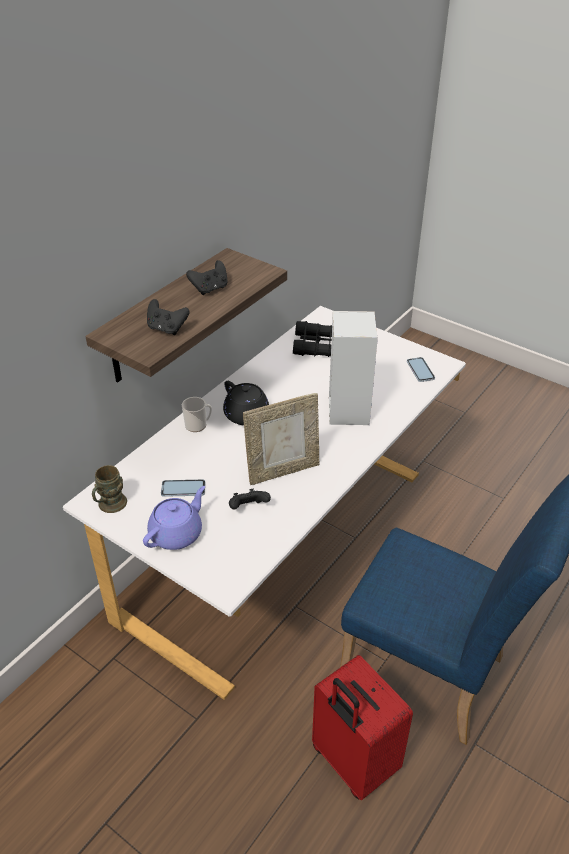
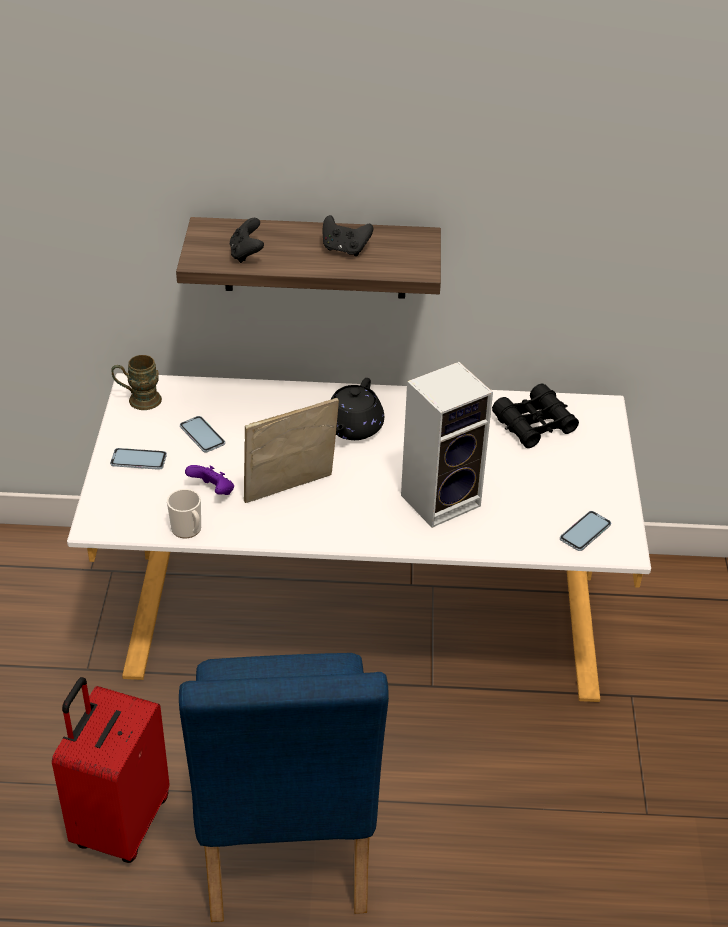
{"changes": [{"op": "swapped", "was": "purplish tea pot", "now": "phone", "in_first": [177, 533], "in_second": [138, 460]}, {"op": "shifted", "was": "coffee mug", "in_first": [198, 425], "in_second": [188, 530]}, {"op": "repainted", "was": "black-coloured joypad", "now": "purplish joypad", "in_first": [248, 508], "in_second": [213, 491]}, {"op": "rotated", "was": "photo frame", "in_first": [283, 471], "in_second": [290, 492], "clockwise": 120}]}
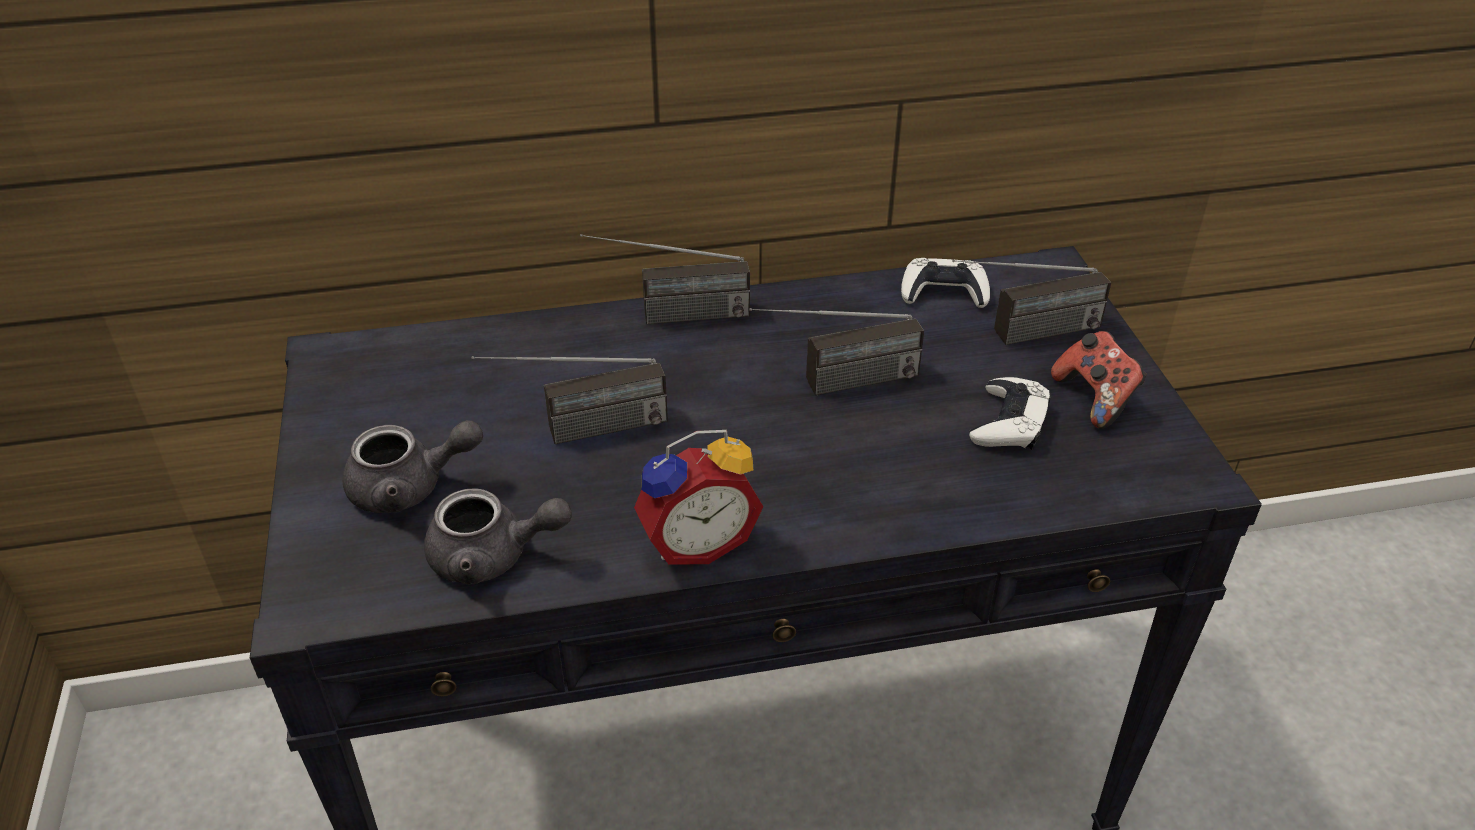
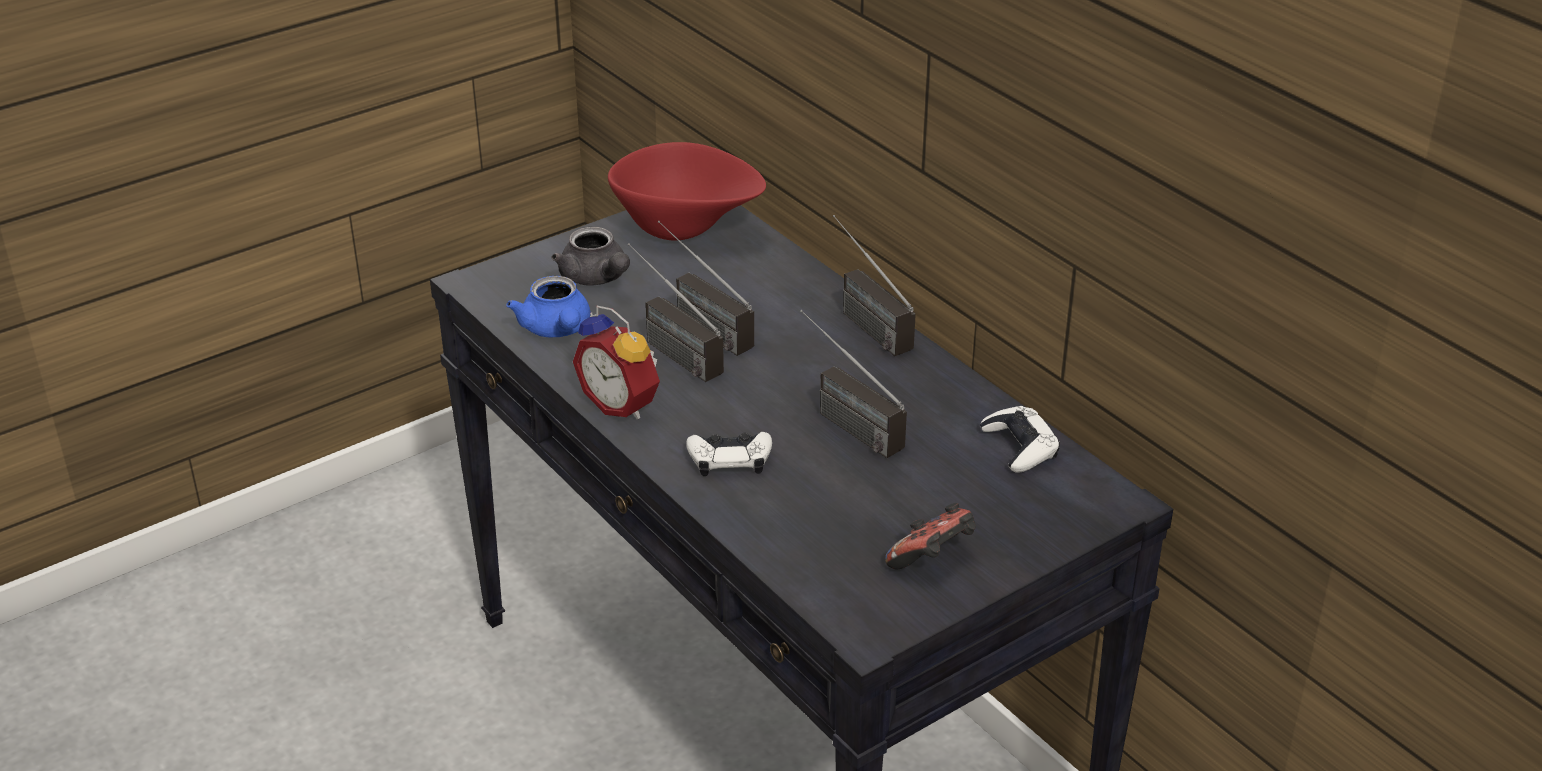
{"changes": [{"op": "repainted", "was": "grey tea pot", "now": "blue-coloured tea pot", "in_first": [493, 556], "in_second": [557, 330]}, {"op": "shifted", "was": "radio receiver", "in_first": [1022, 335], "in_second": [666, 347]}, {"op": "shifted", "was": "whitish joypad", "in_first": [1009, 422], "in_second": [730, 458]}, {"op": "new", "now": "reddish bowl", "in_second": [687, 228]}]}
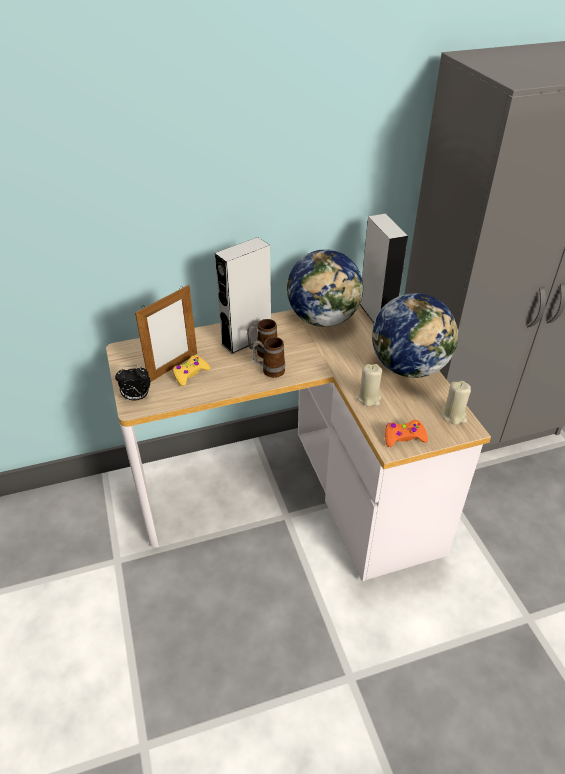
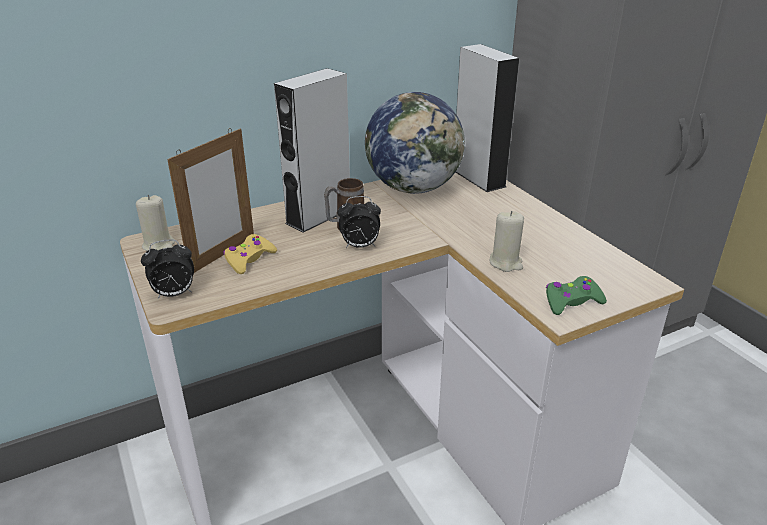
{"changes": [{"op": "swapped", "was": "coffee mug", "now": "alarm clock", "in_first": [269, 371], "in_second": [359, 246]}, {"op": "gone", "was": "globe", "in_first": [409, 367]}, {"op": "repainted", "was": "orange joypad", "now": "green-coloured joypad", "in_first": [404, 437], "in_second": [571, 302]}, {"op": "shifted", "was": "beige-coloured wax light", "in_first": [454, 415], "in_second": [159, 245]}]}
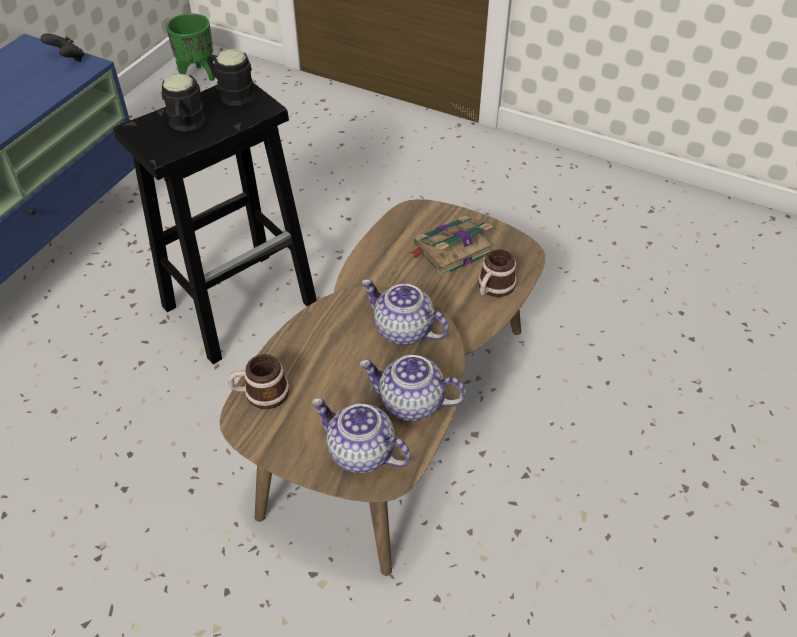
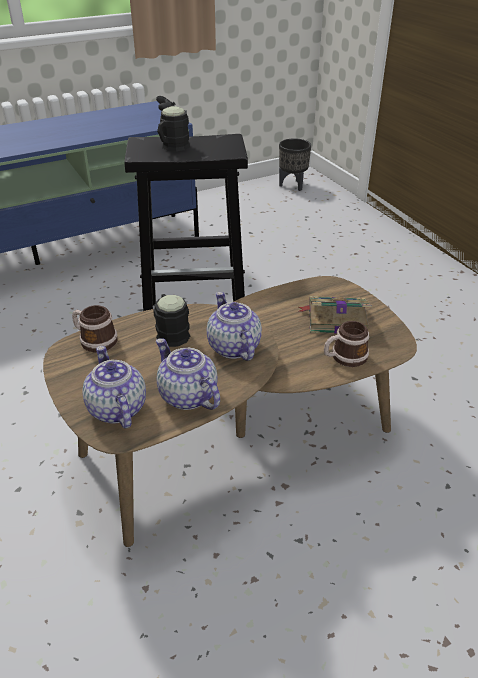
{"changes": [{"op": "repainted", "was": "green-coloured planter", "now": "black-coloured planter", "in_first": [198, 75], "in_second": [293, 185]}, {"op": "shifted", "was": "black-coloured coffee mug", "in_first": [231, 93], "in_second": [171, 332]}]}
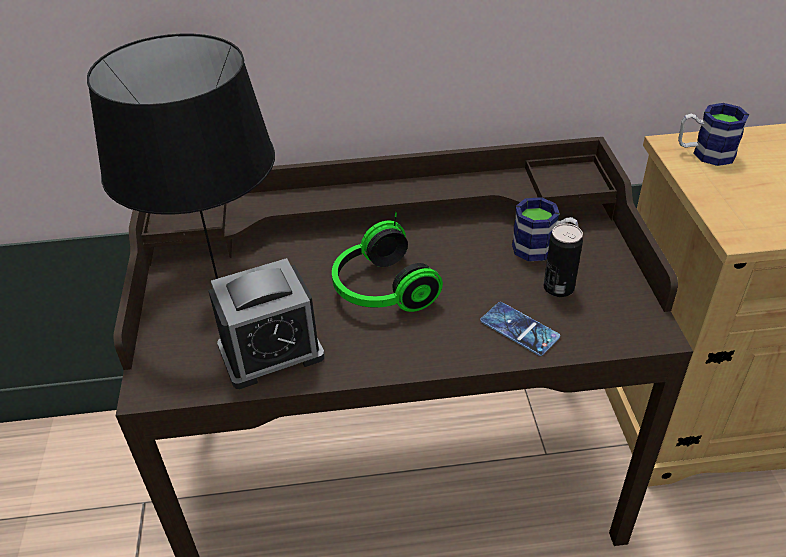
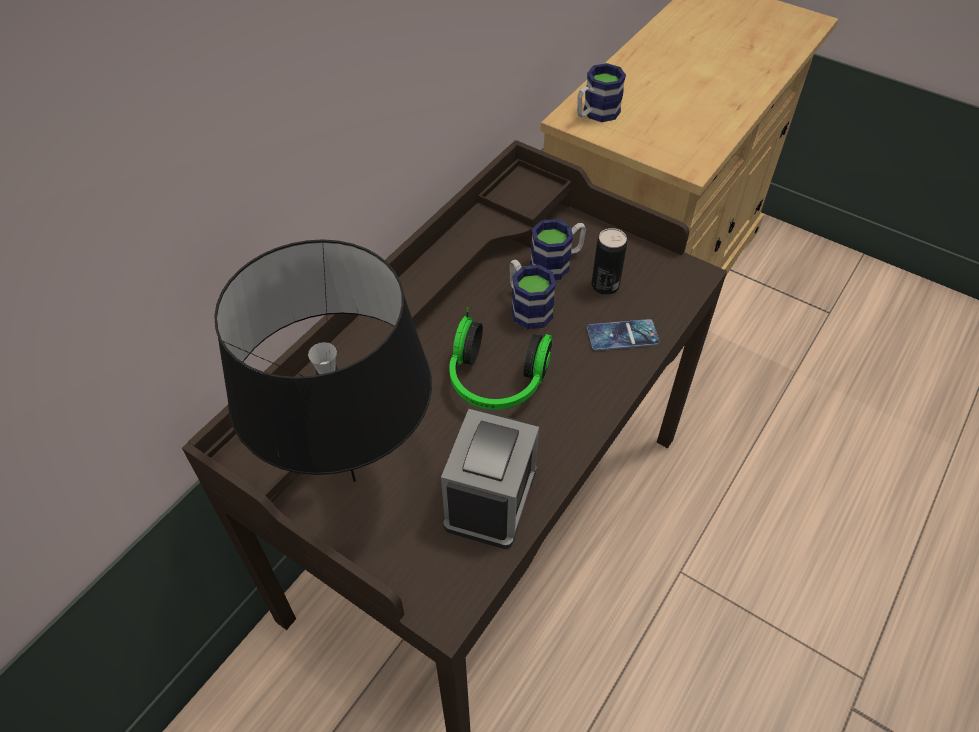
{"changes": [{"op": "new", "now": "coffee mug", "in_second": [527, 307]}]}
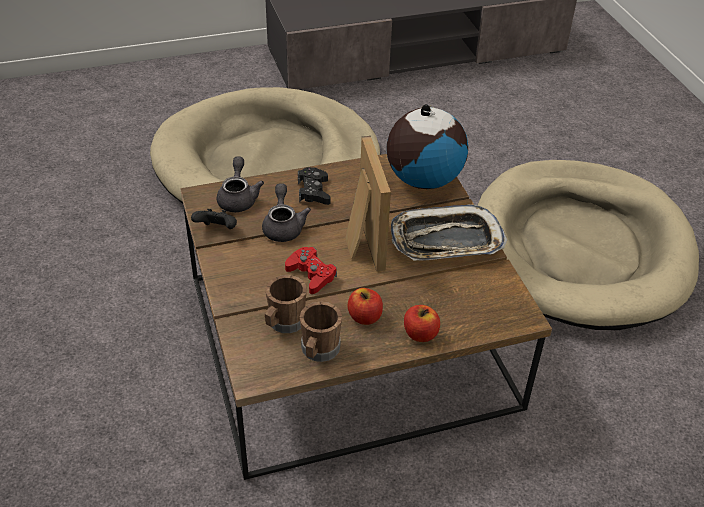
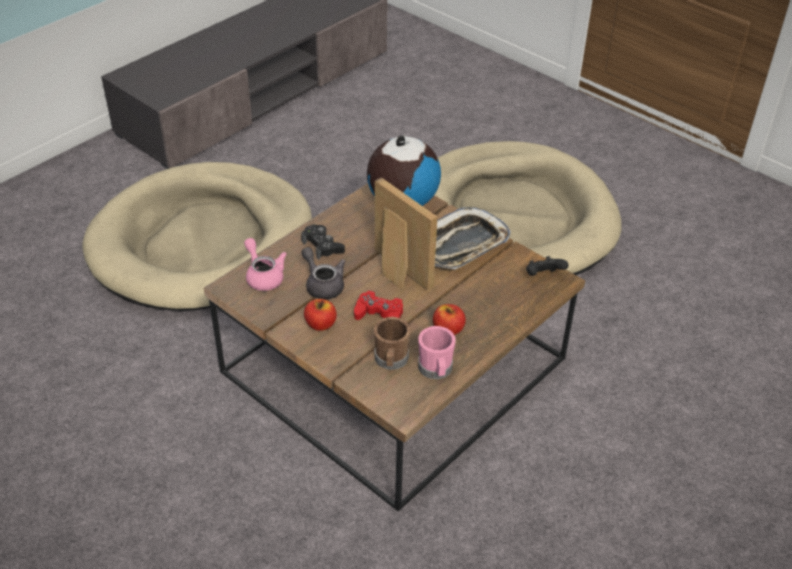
{"changes": [{"op": "shifted", "was": "black-coloured joypad", "in_first": [217, 230], "in_second": [543, 276]}, {"op": "repainted", "was": "grey tea pot", "now": "pinkish tea pot", "in_first": [238, 198], "in_second": [263, 276]}, {"op": "repainted", "was": "brownish coffee mug", "now": "pinkish coffee mug", "in_first": [319, 351], "in_second": [436, 370]}, {"op": "shifted", "was": "whole apple", "in_first": [420, 334], "in_second": [320, 324]}]}
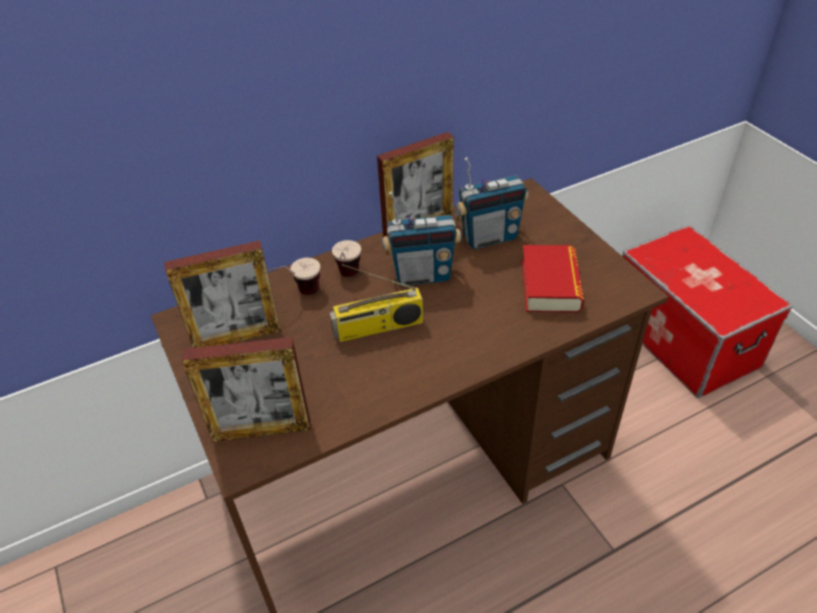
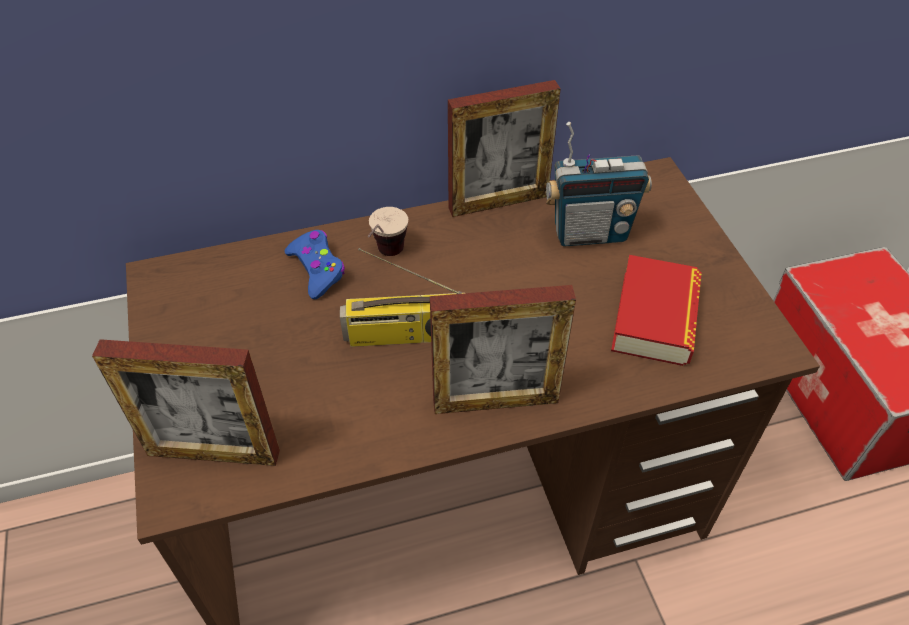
{"changes": [{"op": "shifted", "was": "photo frame", "in_first": [237, 337], "in_second": [495, 401]}, {"op": "swapped", "was": "drinking cup", "now": "blue-coloured joypad", "in_first": [299, 294], "in_second": [317, 269]}, {"op": "gone", "was": "radio receiver", "in_first": [422, 275]}]}
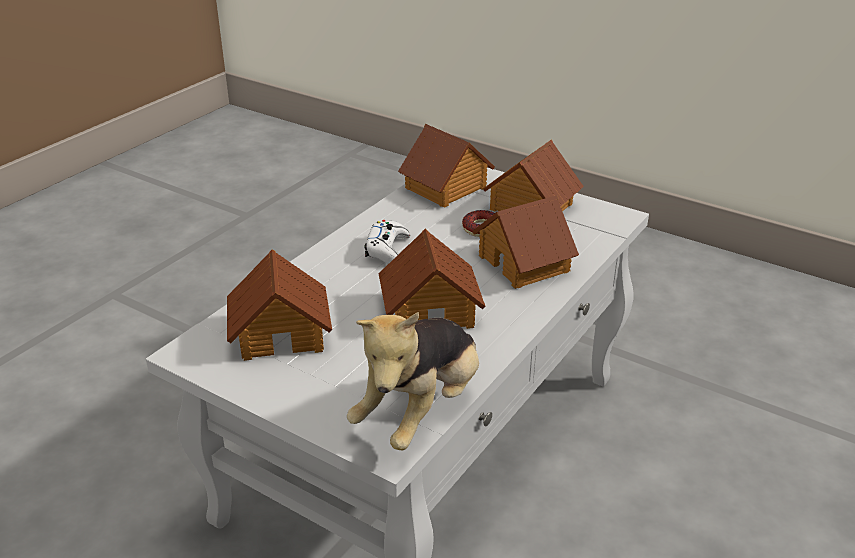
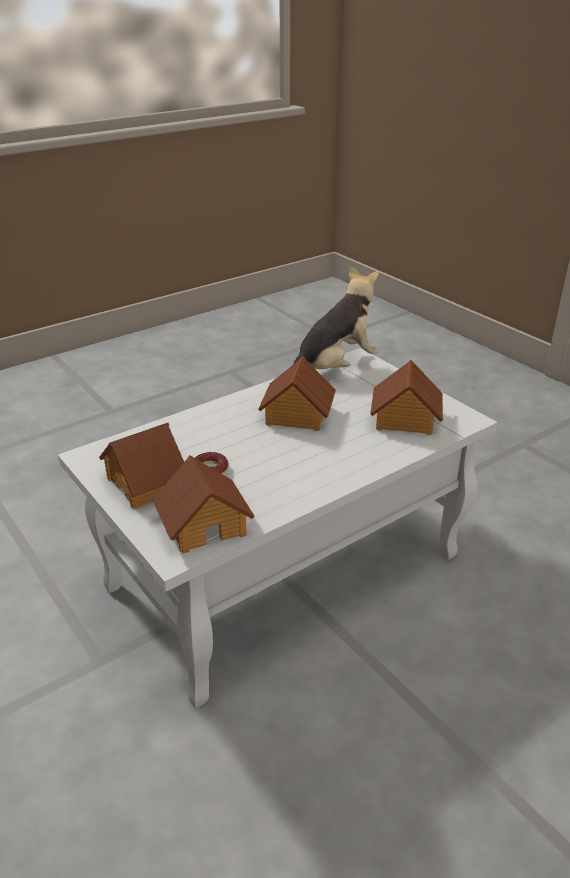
{"changes": [{"op": "gone", "was": "whitish joypad", "in_first": [387, 250]}, {"op": "gone", "was": "miniature house", "in_first": [525, 263]}]}
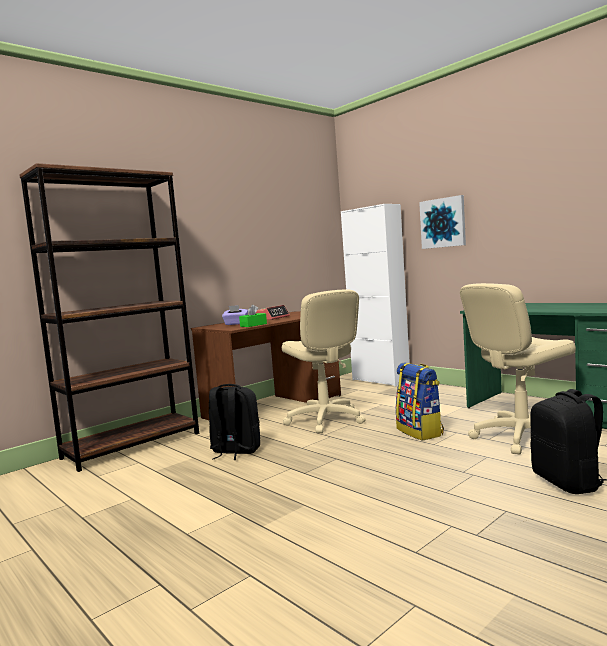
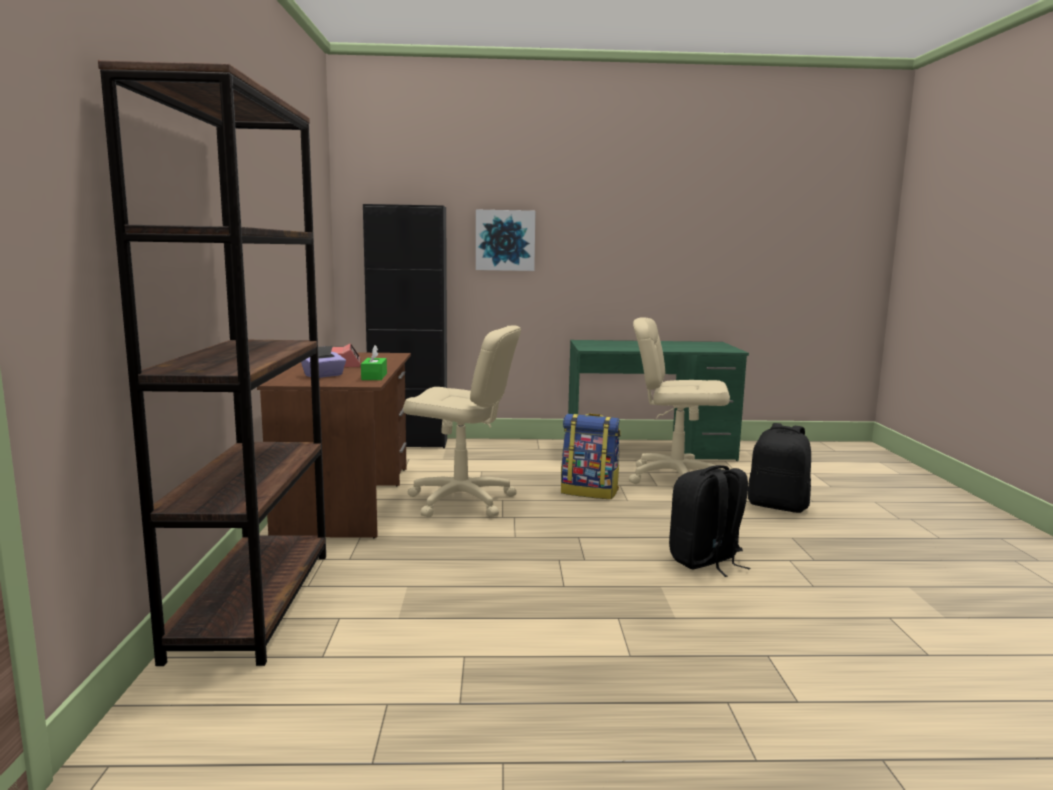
{"changes": [{"op": "shifted", "was": "black-coloured backpack", "in_first": [235, 451], "in_second": [706, 561]}, {"op": "repainted", "was": "whitish cabinet", "now": "black-coloured cabinet", "in_first": [380, 380], "in_second": [409, 443]}, {"op": "rotated", "was": "beige-coloured office chair", "in_first": [521, 437], "in_second": [675, 478], "clockwise": 90}]}
